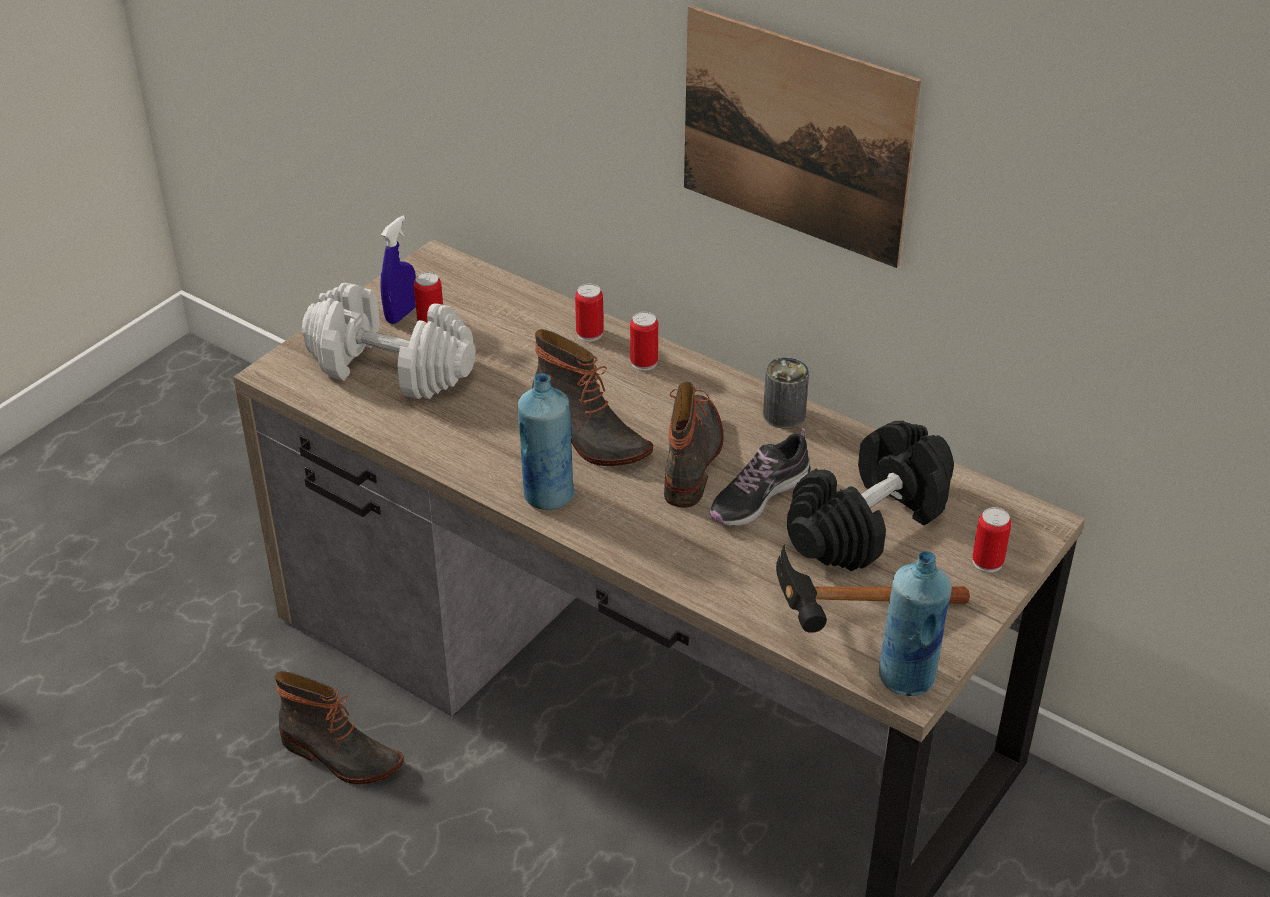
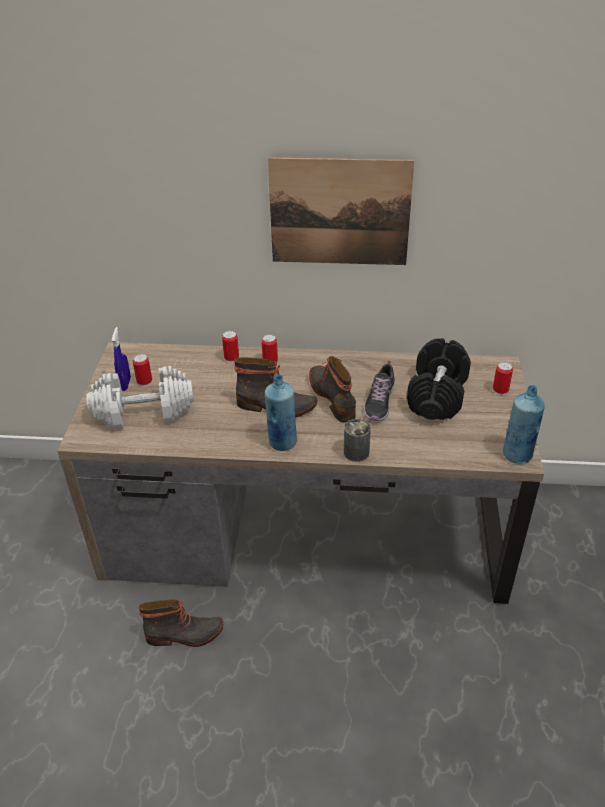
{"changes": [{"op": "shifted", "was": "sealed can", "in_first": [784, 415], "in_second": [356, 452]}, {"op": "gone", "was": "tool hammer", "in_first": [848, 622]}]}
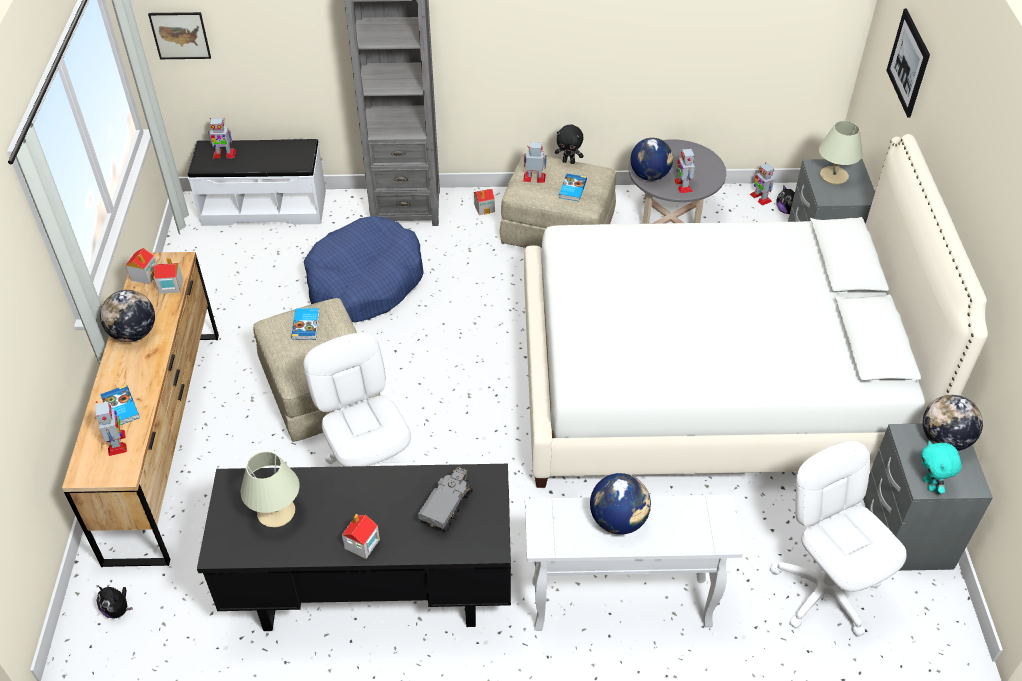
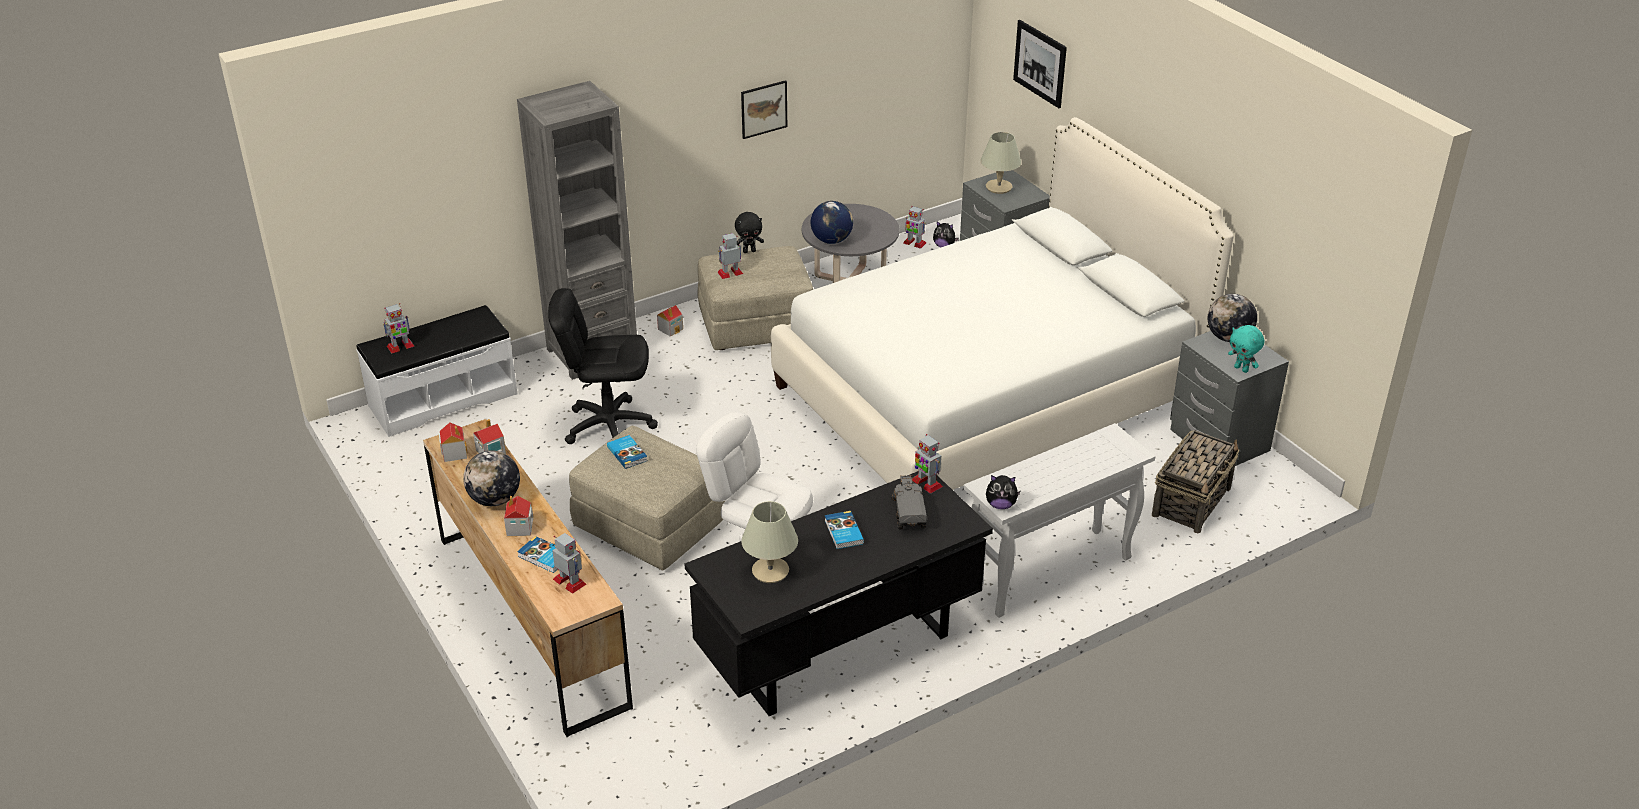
{"changes": [{"op": "shifted", "was": "soft toy", "in_first": [118, 610], "in_second": [1000, 505]}, {"op": "shifted", "was": "wall art", "in_first": [180, 35], "in_second": [764, 109]}, {"op": "swapped", "was": "blue-coloured dog cushion", "now": "black-coloured office chair", "in_first": [364, 282], "in_second": [609, 426]}, {"op": "shifted", "was": "miniature house", "in_first": [362, 544], "in_second": [519, 528]}, {"op": "shifted", "was": "volume", "in_first": [572, 189], "in_second": [843, 532]}, {"op": "gone", "was": "globe", "in_first": [618, 520]}, {"op": "shifted", "was": "robot figure", "in_first": [683, 185], "in_second": [926, 483]}, {"op": "swapped", "was": "whitish office chair", "now": "basket", "in_first": [824, 591], "in_second": [1192, 501]}]}
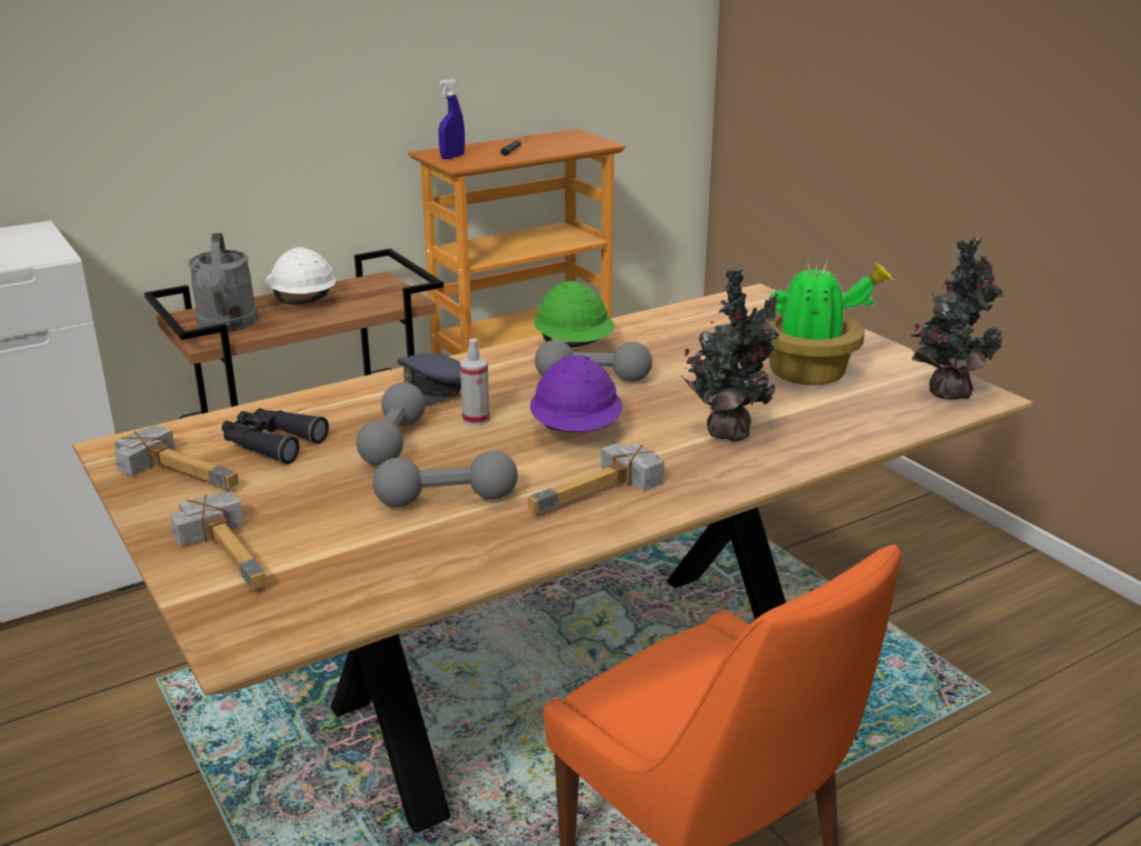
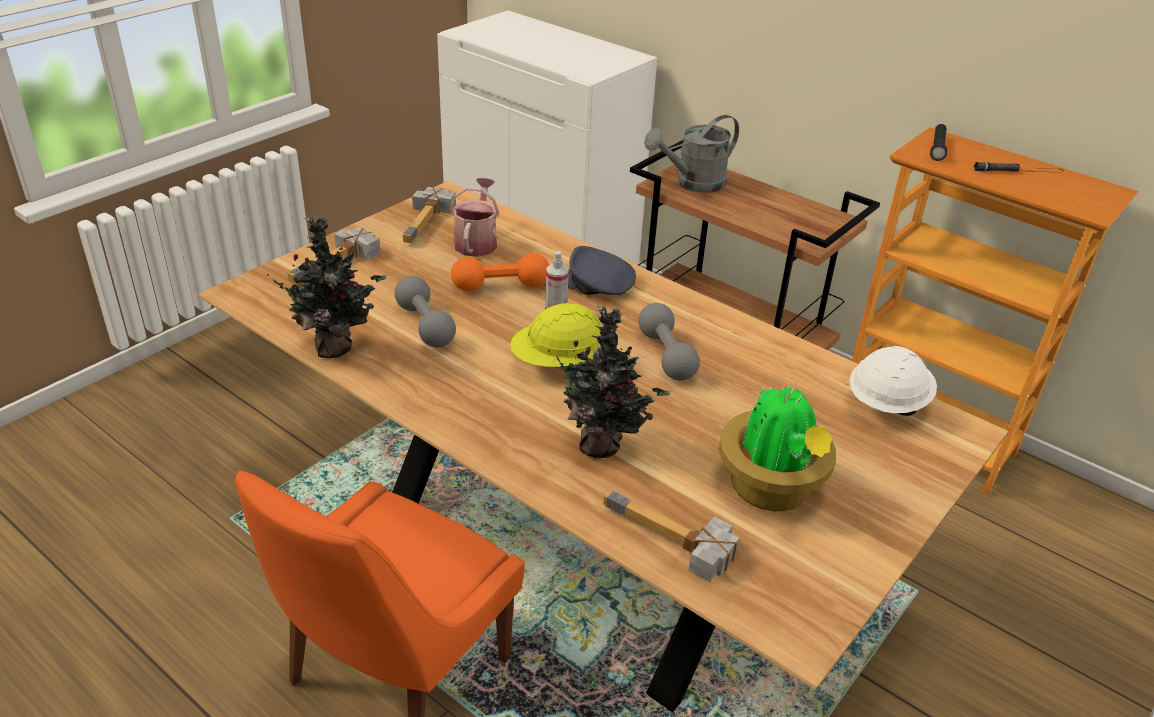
{"changes": [{"op": "swapped", "was": "black-coloured pair of binoculars", "now": "watering can", "in_first": [271, 443], "in_second": [477, 241]}, {"op": "shifted", "was": "whitish work helmet", "in_first": [302, 301], "in_second": [886, 404]}, {"op": "repainted", "was": "grey hand weight", "now": "orange hand weight", "in_first": [393, 442], "in_second": [500, 286]}, {"op": "swapped", "was": "blue-coloured hand sprayer", "now": "black-coloured flashlight", "in_first": [452, 157], "in_second": [937, 148]}, {"op": "shifted", "was": "tool hammer", "in_first": [601, 494], "in_second": [666, 542]}, {"op": "repainted", "was": "purplish work helmet", "now": "yellow work helmet", "in_first": [576, 432], "in_second": [558, 363]}, {"op": "gone", "was": "green-coloured work helmet", "in_first": [574, 347]}, {"op": "shifted", "was": "plant in a pot", "in_first": [946, 392], "in_second": [337, 347]}]}
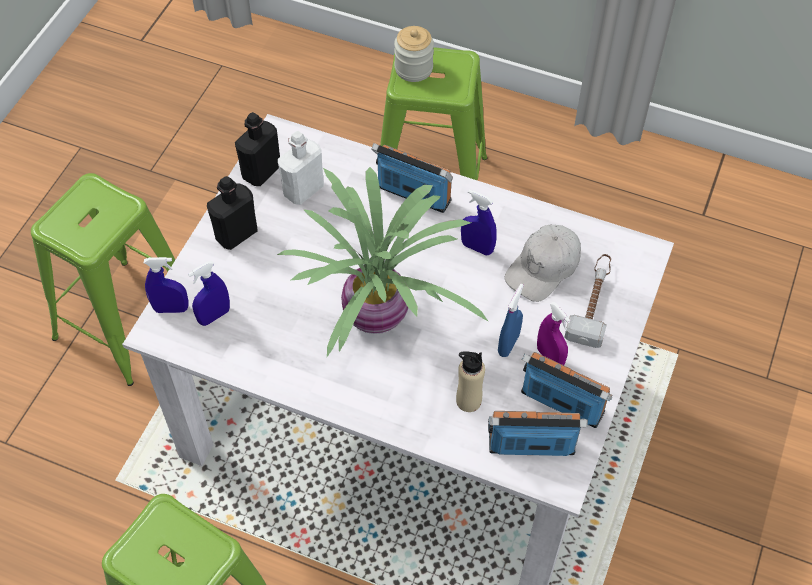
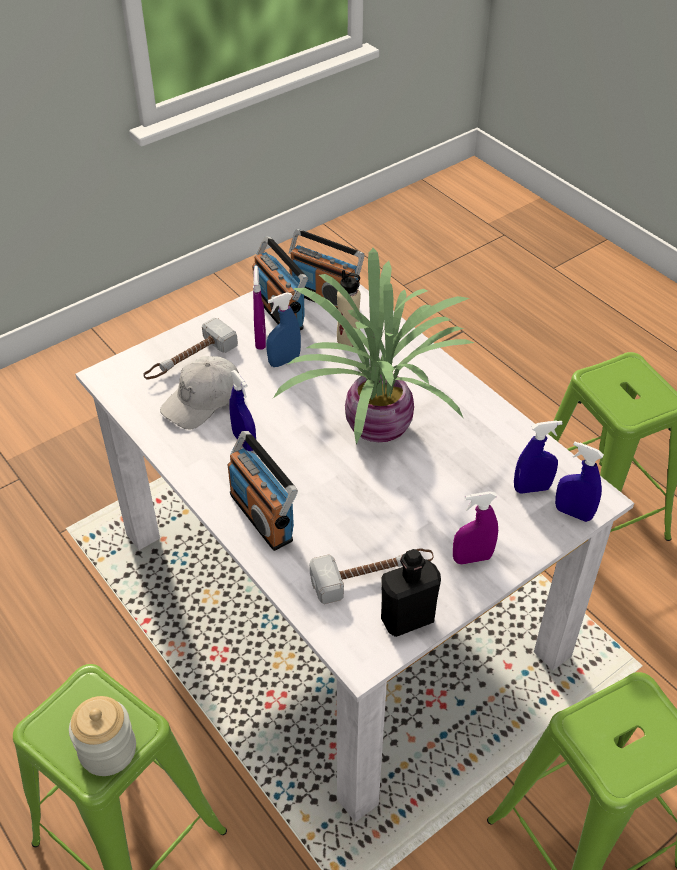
{"changes": [{"op": "swapped", "was": "black-coloured drink bottle", "now": "purplish hand sprayer", "in_first": [236, 234], "in_second": [472, 558]}, {"op": "swapped", "was": "whitish drink bottle", "now": "tool hammer", "in_first": [303, 190], "in_second": [373, 574]}, {"op": "rotated", "was": "whitish baseball cap", "in_first": [543, 268], "in_second": [202, 400], "clockwise": 150}]}
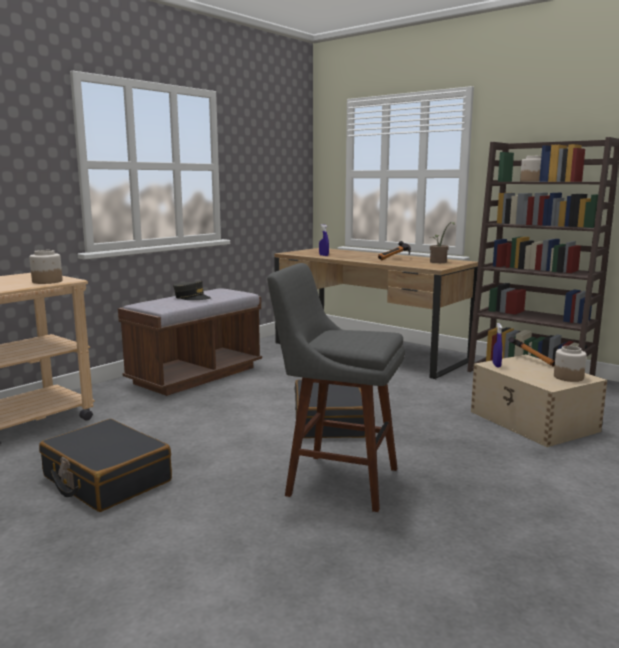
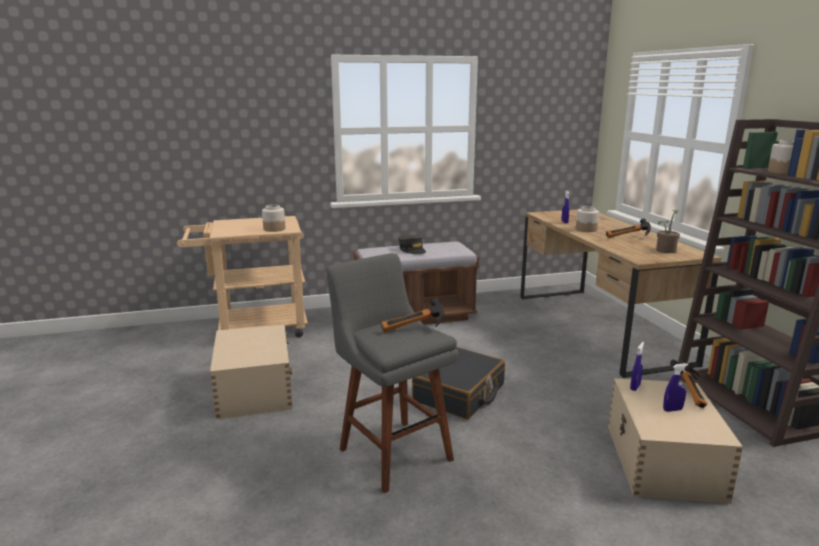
{"changes": [{"op": "swapped", "was": "black-coloured travel case", "now": "beige-coloured storage box", "in_first": [106, 479], "in_second": [254, 390]}, {"op": "shifted", "was": "preserve jar", "in_first": [568, 377], "in_second": [586, 229]}, {"op": "new", "now": "tool hammer", "in_second": [414, 330]}, {"op": "new", "now": "blue-coloured hand sprayer", "in_second": [672, 410]}]}
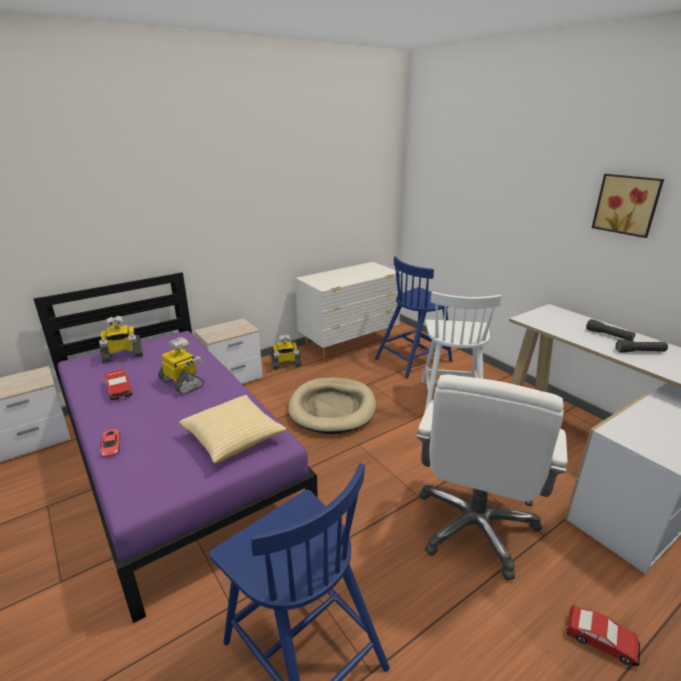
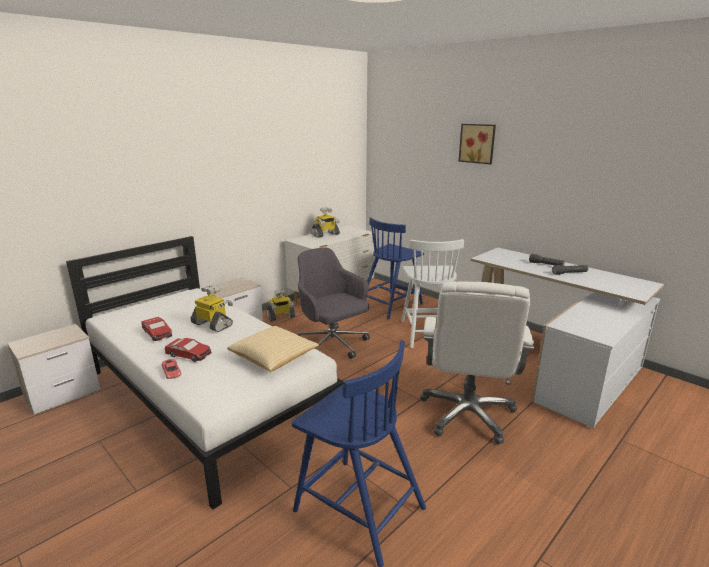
{"changes": [{"op": "repainted", "was": "purplish bedroom bed", "now": "whitish bedroom bed", "in_first": [176, 463], "in_second": [207, 397]}, {"op": "shifted", "was": "robot figure", "in_first": [122, 356], "in_second": [325, 235]}, {"op": "swapped", "was": "beige-coloured dog cushion", "now": "grey office chair", "in_first": [332, 408], "in_second": [332, 346]}, {"op": "shifted", "was": "toy car", "in_first": [601, 640], "in_second": [189, 355]}, {"op": "shifted", "was": "wall art", "in_first": [627, 204], "in_second": [477, 143]}]}
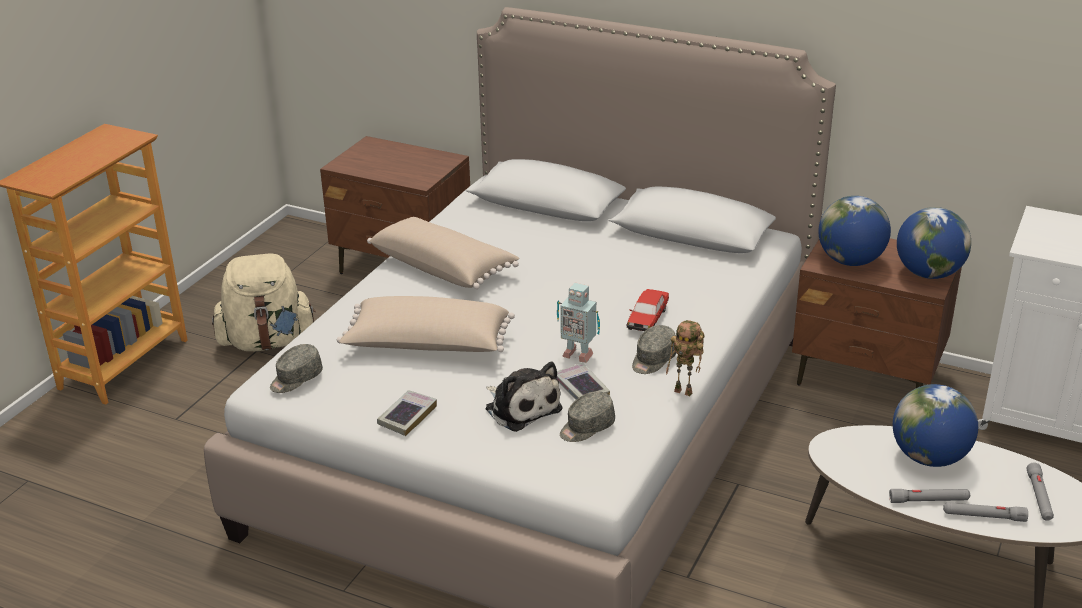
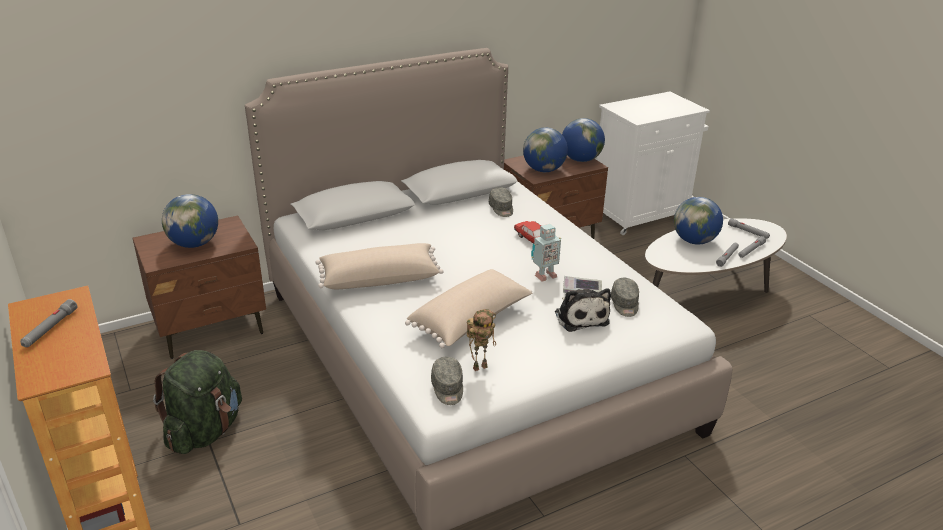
{"changes": [{"op": "repainted", "was": "beige-coloured backpack", "now": "green-coloured backpack", "in_first": [267, 342], "in_second": [205, 431]}, {"op": "gone", "was": "volume", "in_first": [407, 416]}, {"op": "rotated", "was": "soft toy", "in_first": [521, 407], "in_second": [580, 317], "clockwise": 75}, {"op": "shifted", "was": "grey baseball cap", "in_first": [653, 360], "in_second": [501, 209]}, {"op": "shifted", "was": "robot figure", "in_first": [685, 391], "in_second": [480, 366]}, {"op": "new", "now": "grey flashlight", "in_second": [50, 328]}, {"op": "new", "now": "globe", "in_second": [194, 244]}]}
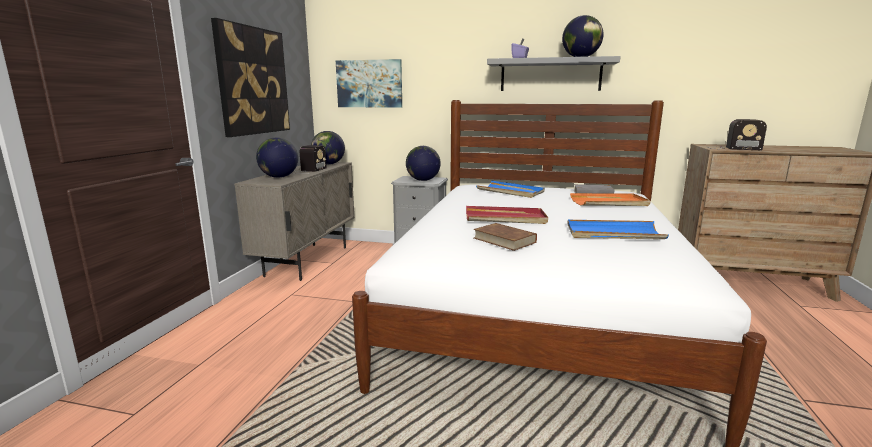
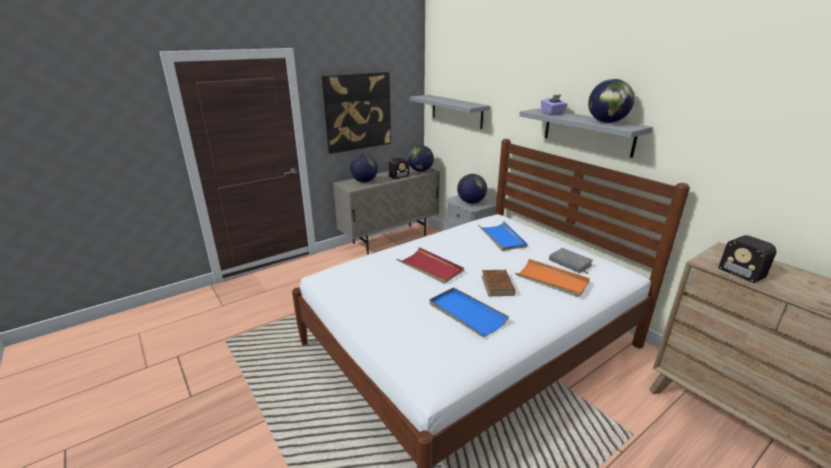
{"changes": [{"op": "swapped", "was": "wall art", "now": "grey shelf", "in_first": [369, 84], "in_second": [456, 111]}, {"op": "shifted", "was": "brownish volume", "in_first": [504, 240], "in_second": [497, 285]}]}
